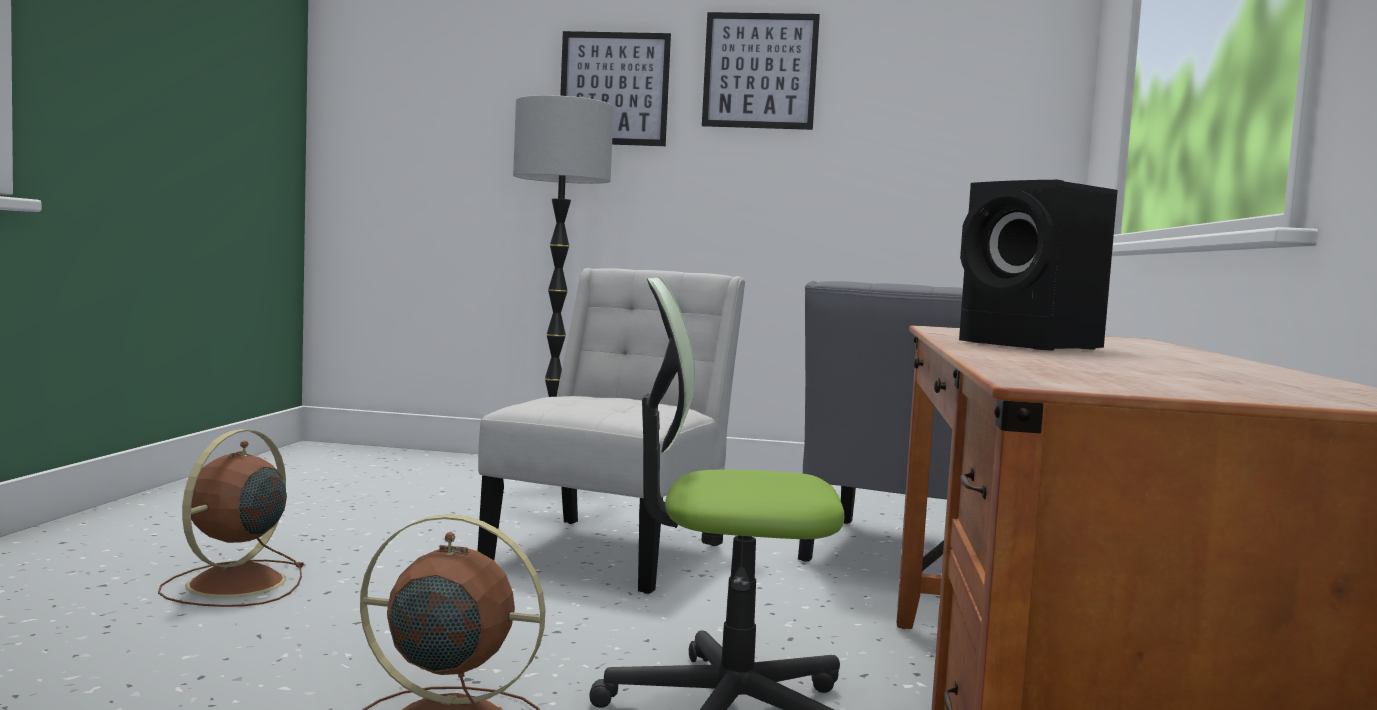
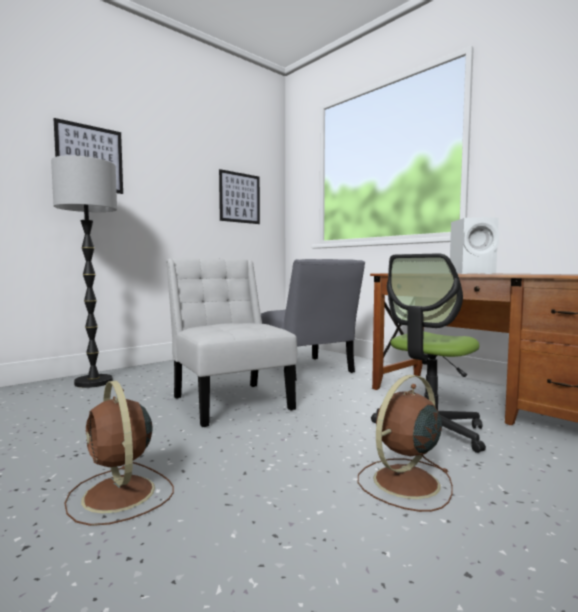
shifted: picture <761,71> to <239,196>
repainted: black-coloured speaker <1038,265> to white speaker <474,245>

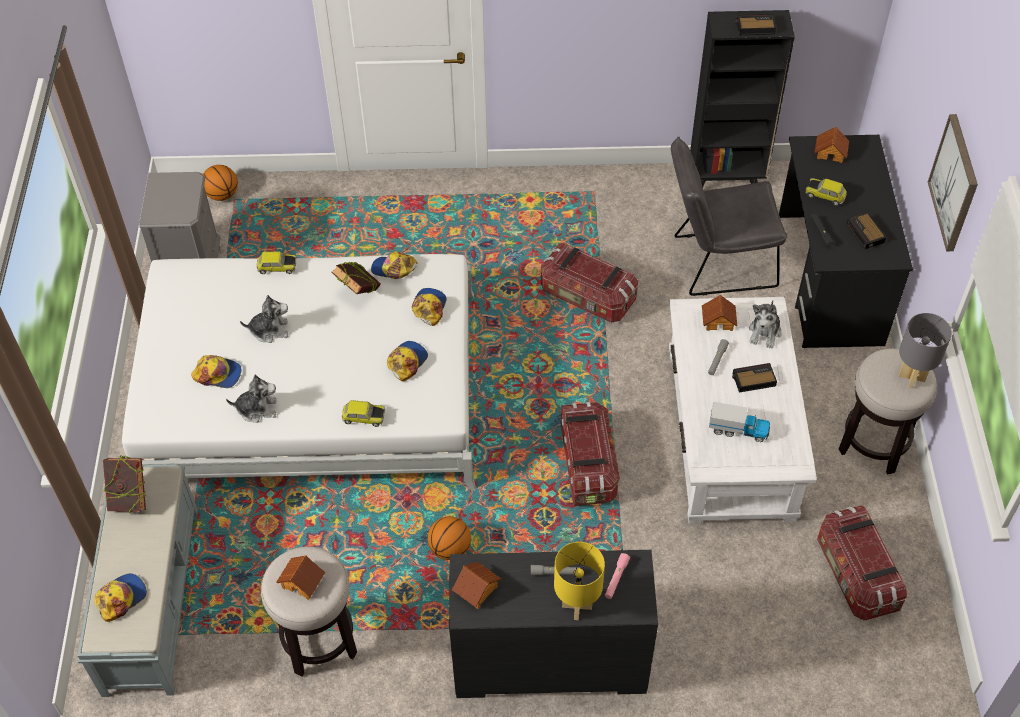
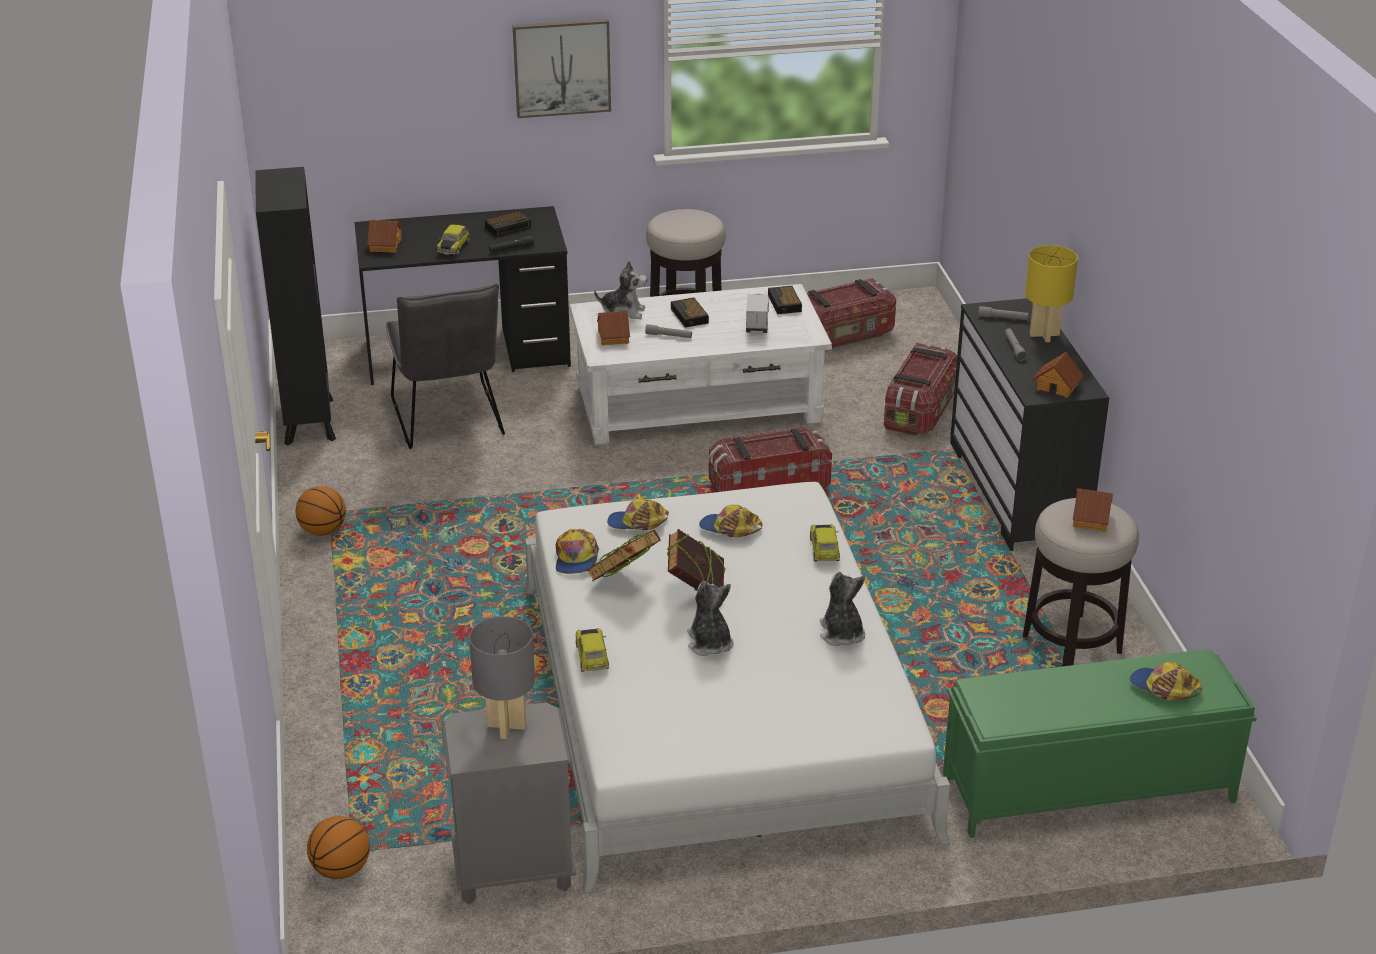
gone: peaked cap <216,371>
shifted: book <124,485> to <696,560>; ball for basketball <449,538> to <320,511>; storage box <589,283> to <920,389>; bedside clock <755,24> to <785,300>; greyish tabletop lamp <925,350> to <502,677>
repainted: greyish indoor bench <138,581> to green indoor bench <1100,743>; pink hand torch <617,576> to greyish hand torch <1003,313>

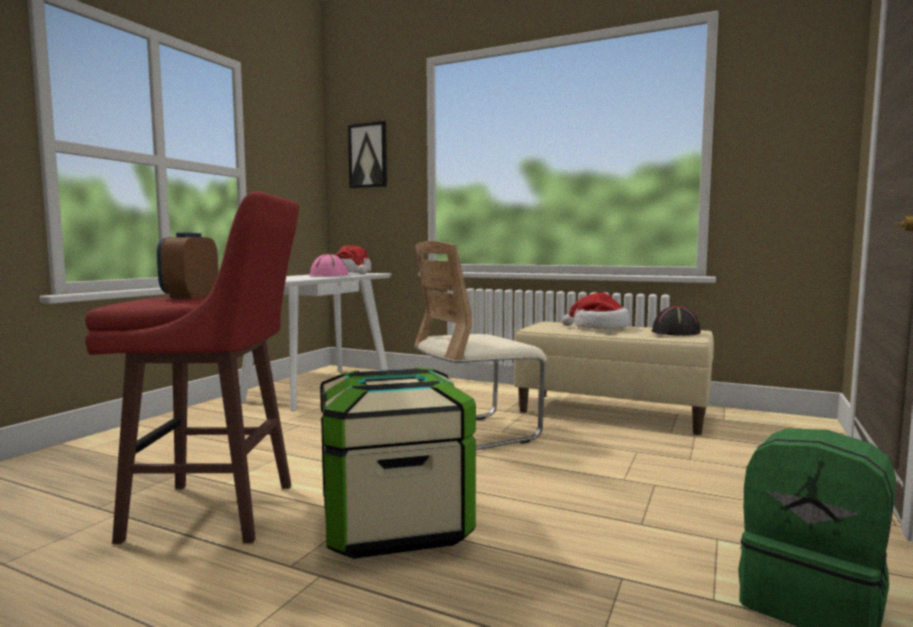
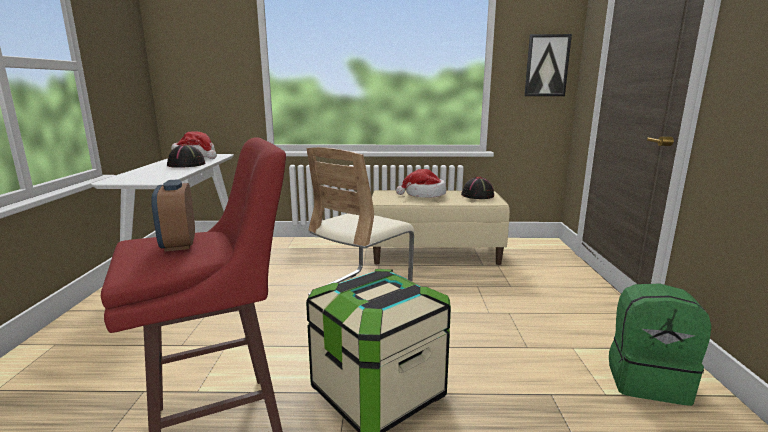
shifted: picture <367,155> to <548,65>
repainted: pink hat <329,264> to black-coloured hat <186,156>

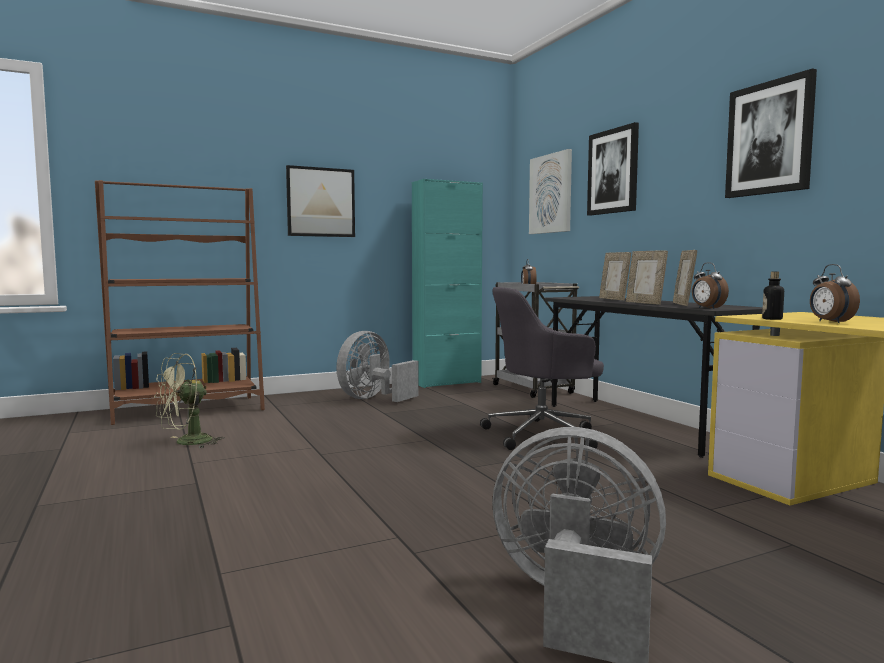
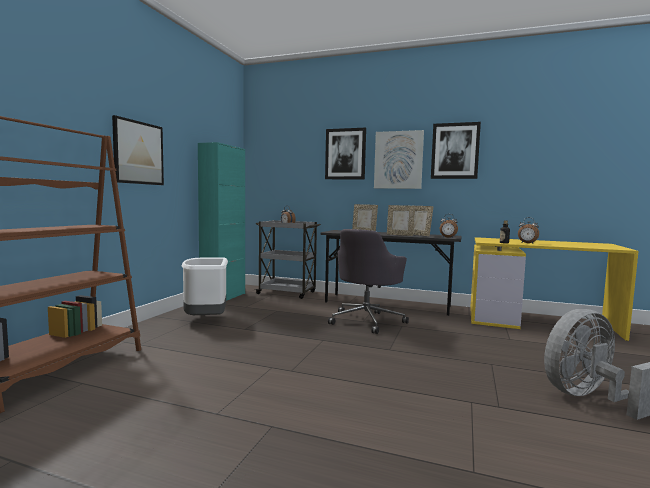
gone: green electric fan <189,400>
shifted: picture <550,191> to <399,159>
swapped: greyish electric fan <378,366> to white waste bin <205,286>

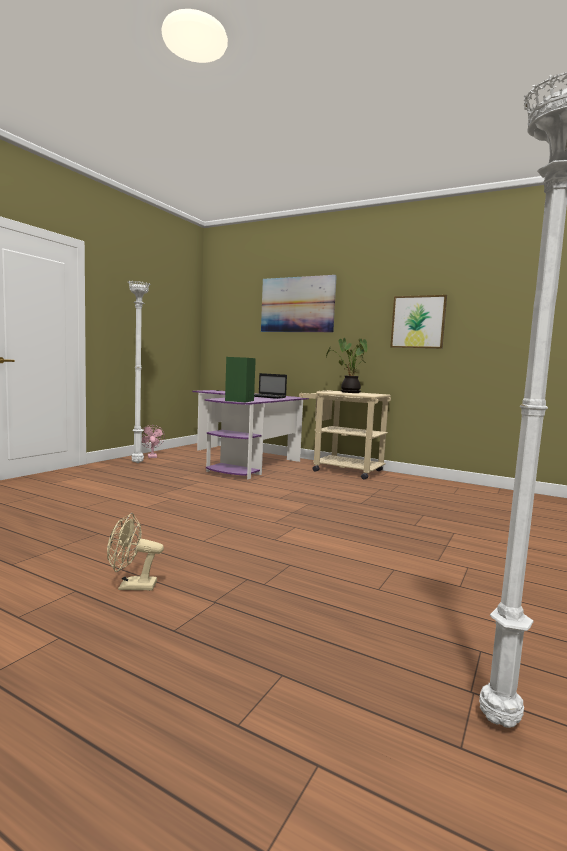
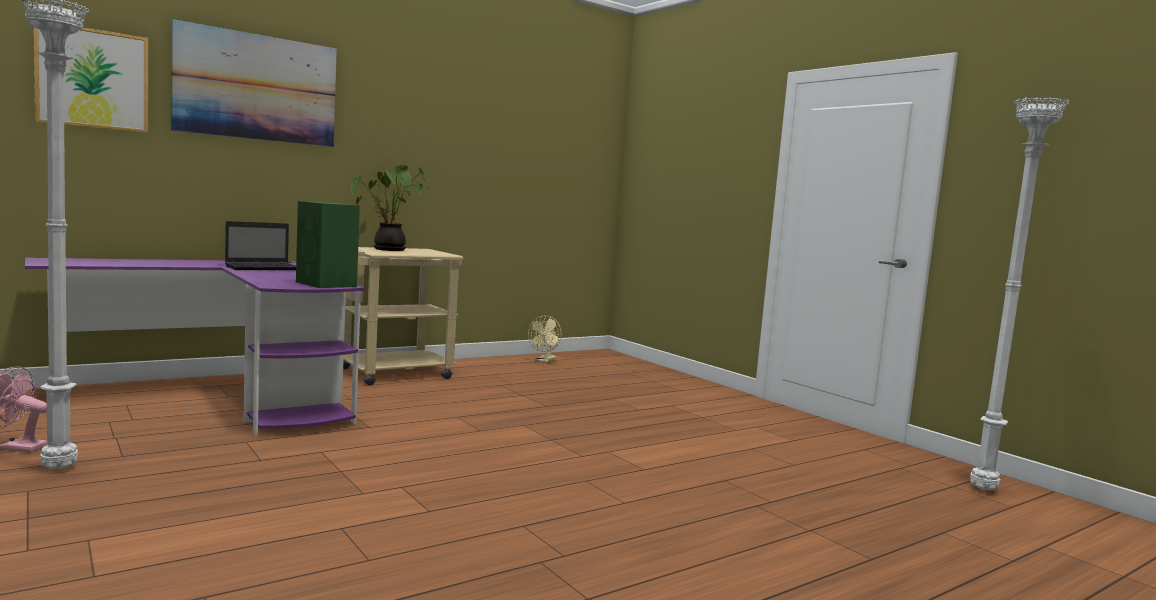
shifted: beige-coloured electric fan <135,552> to <545,339>; picture <418,322> to <91,80>

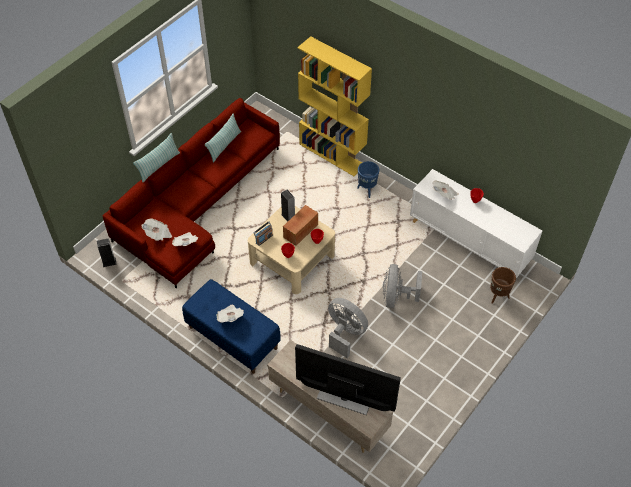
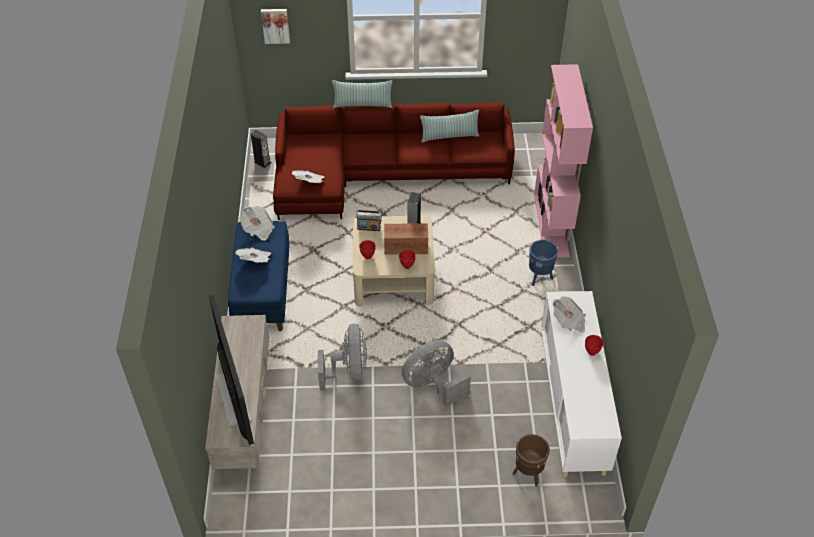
new: picture <275,26>
shifted: printed paper <156,229> to <257,223>
repainted: yellowish bookshelf <334,106> to pink bookshelf <563,161>

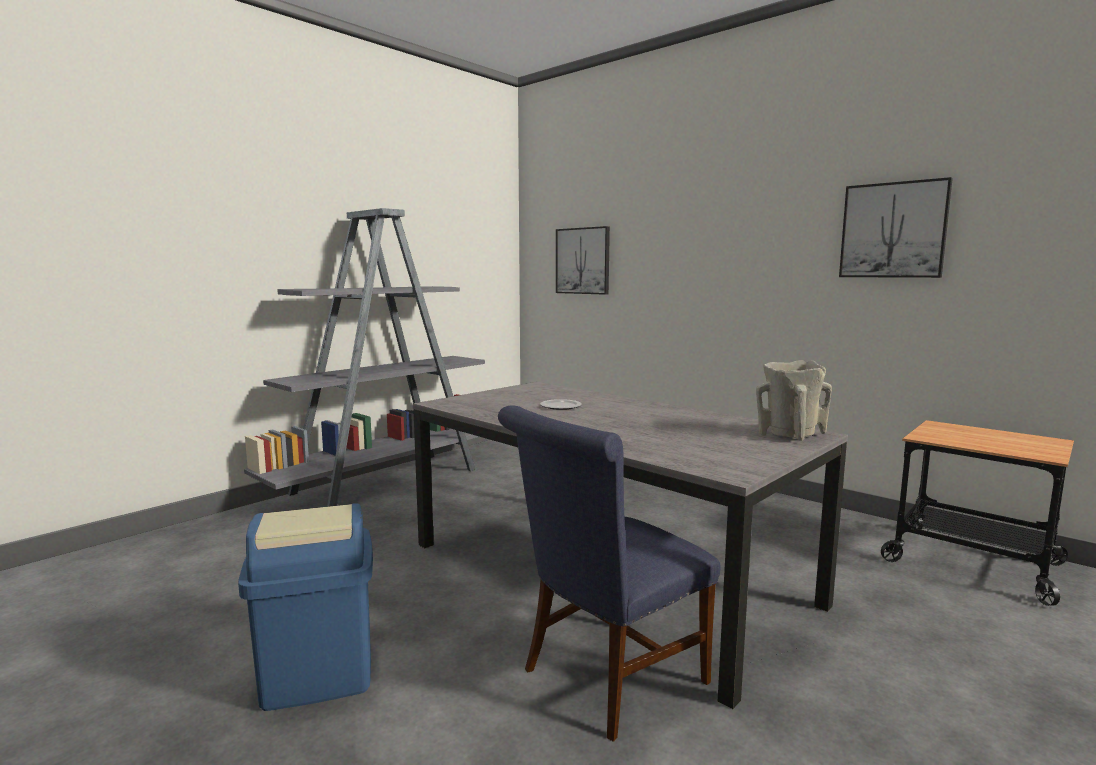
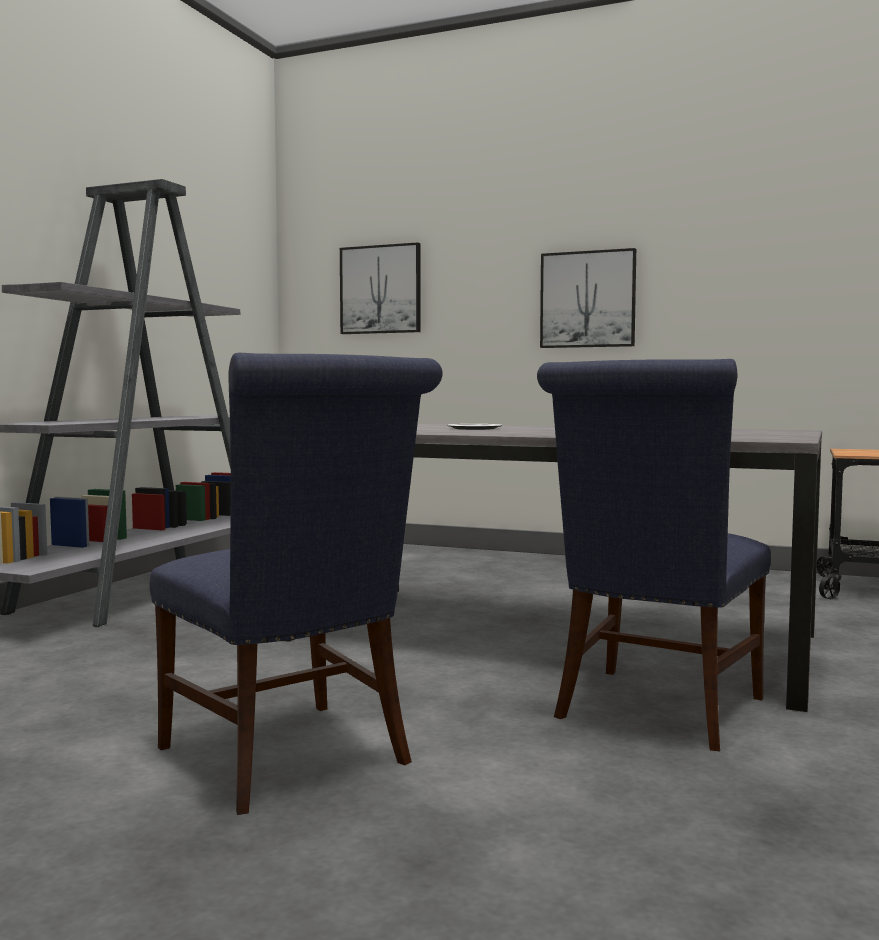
gone: beige-coloured decorative vase <794,400>
shifted: picture <896,227> to <588,298>
swapped: blue waste bin <305,607> to blue chair <296,584>

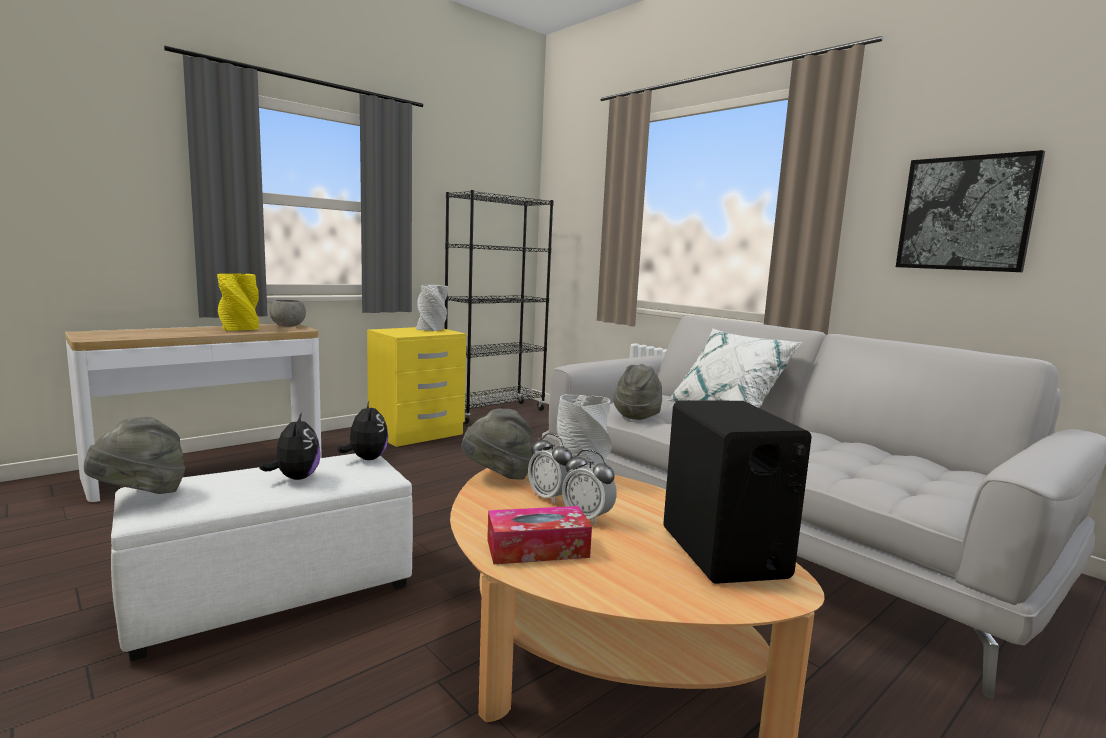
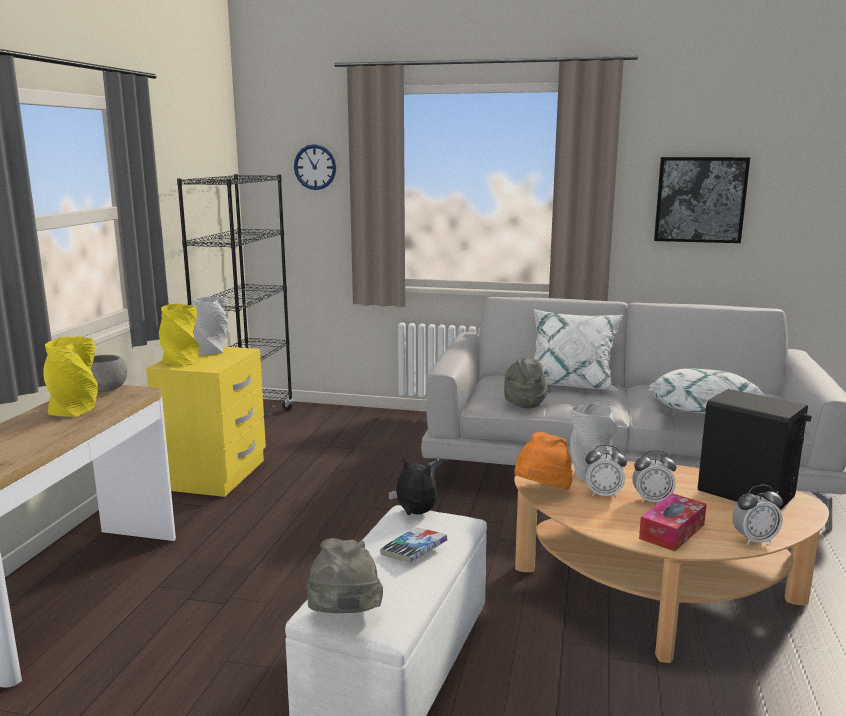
new: yellowish decorative vase <179,335>; hanging clock <315,167>; white throw pillow <707,391>; bedside clock <757,515>
swapped: plush toy <290,446> to book <413,545>
repainted: greyish hat <497,444> to orange hat <543,461>

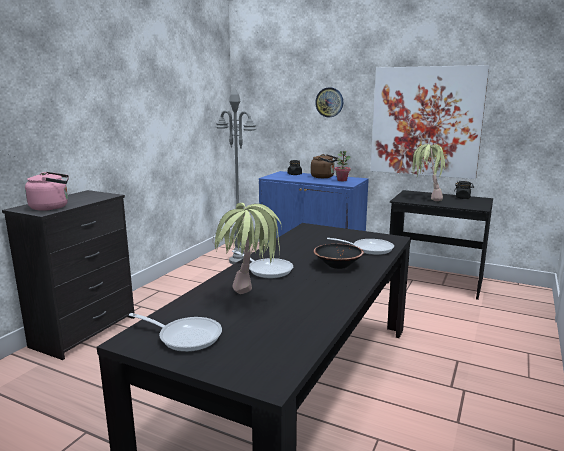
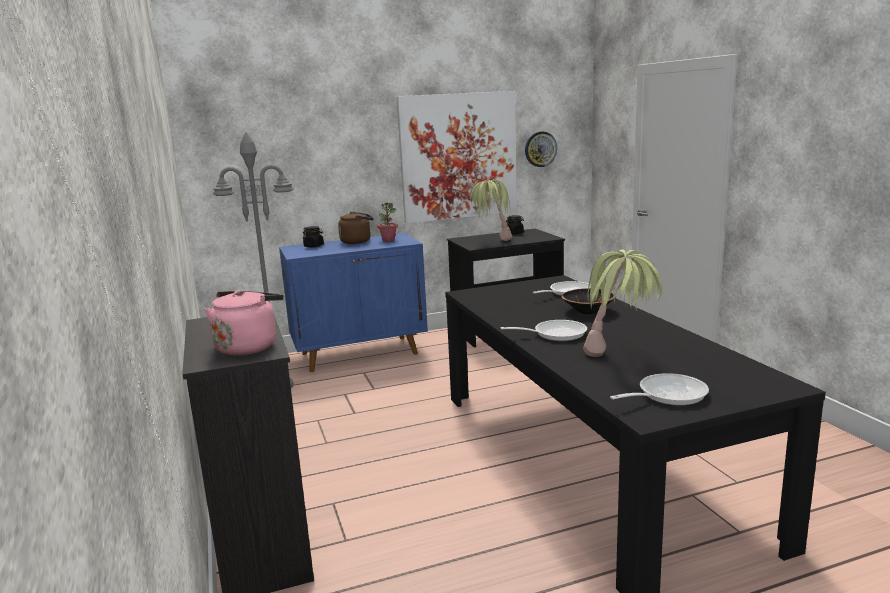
shifted: hanging clock <329,102> to <541,149>

